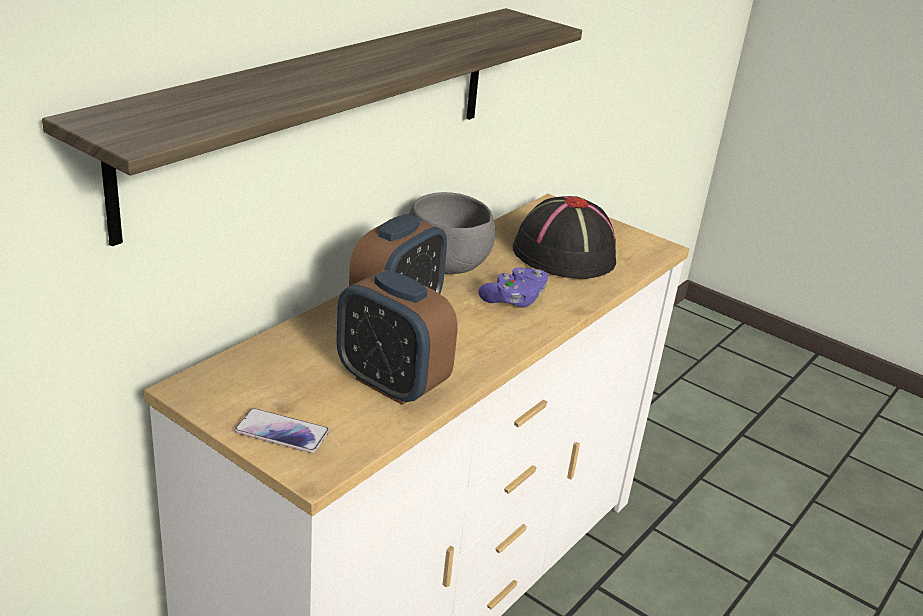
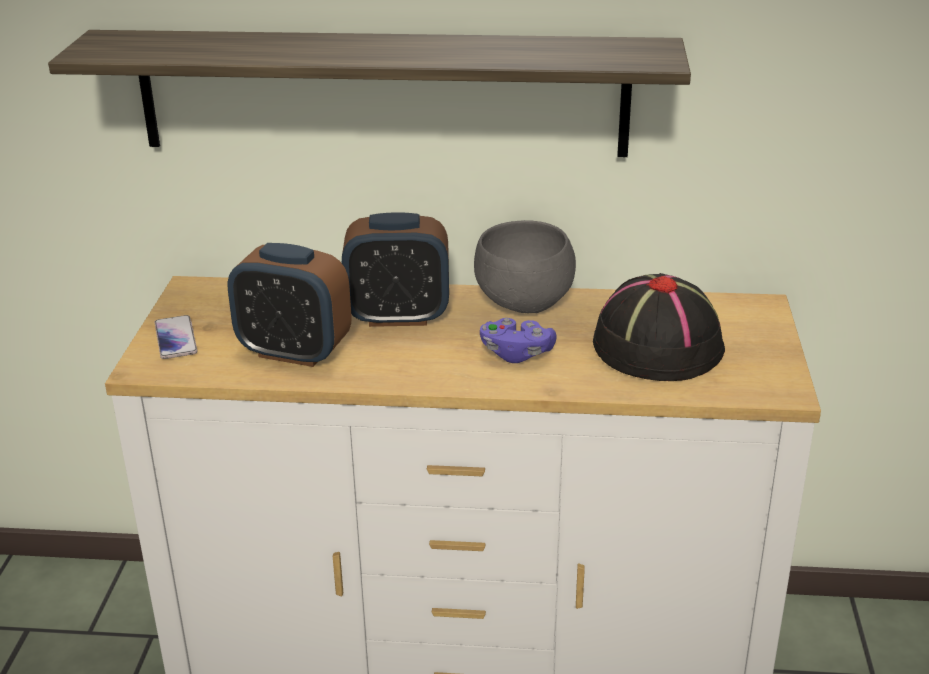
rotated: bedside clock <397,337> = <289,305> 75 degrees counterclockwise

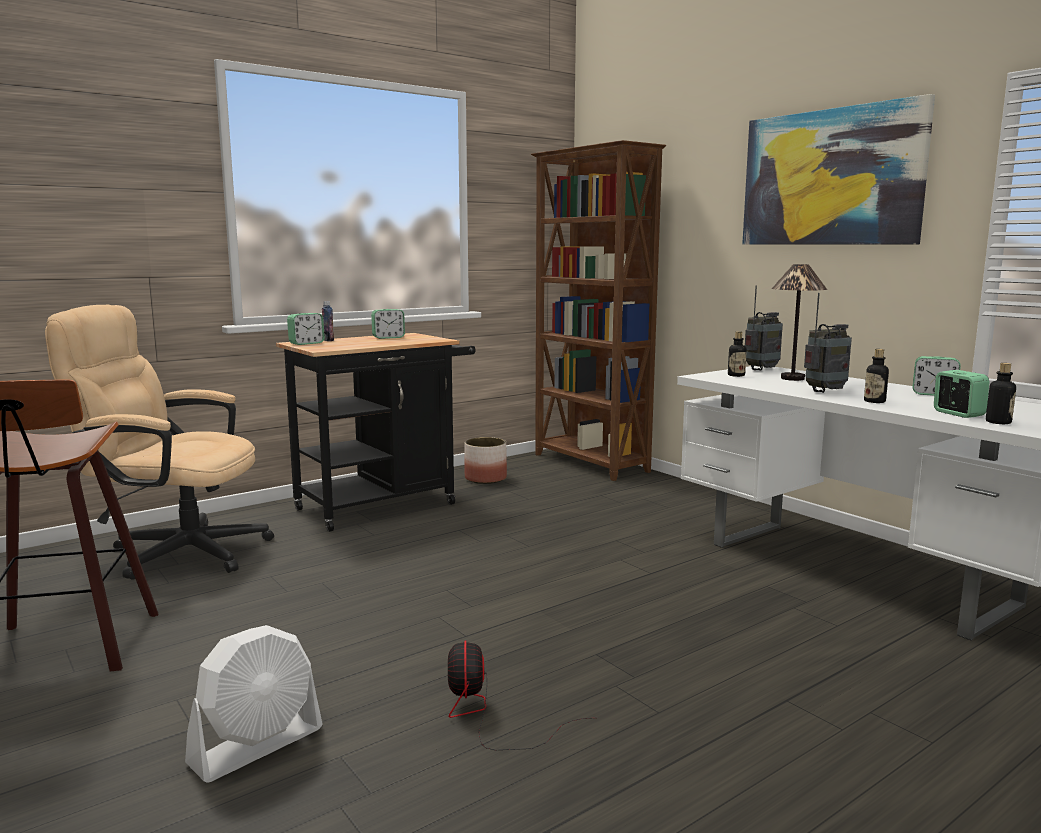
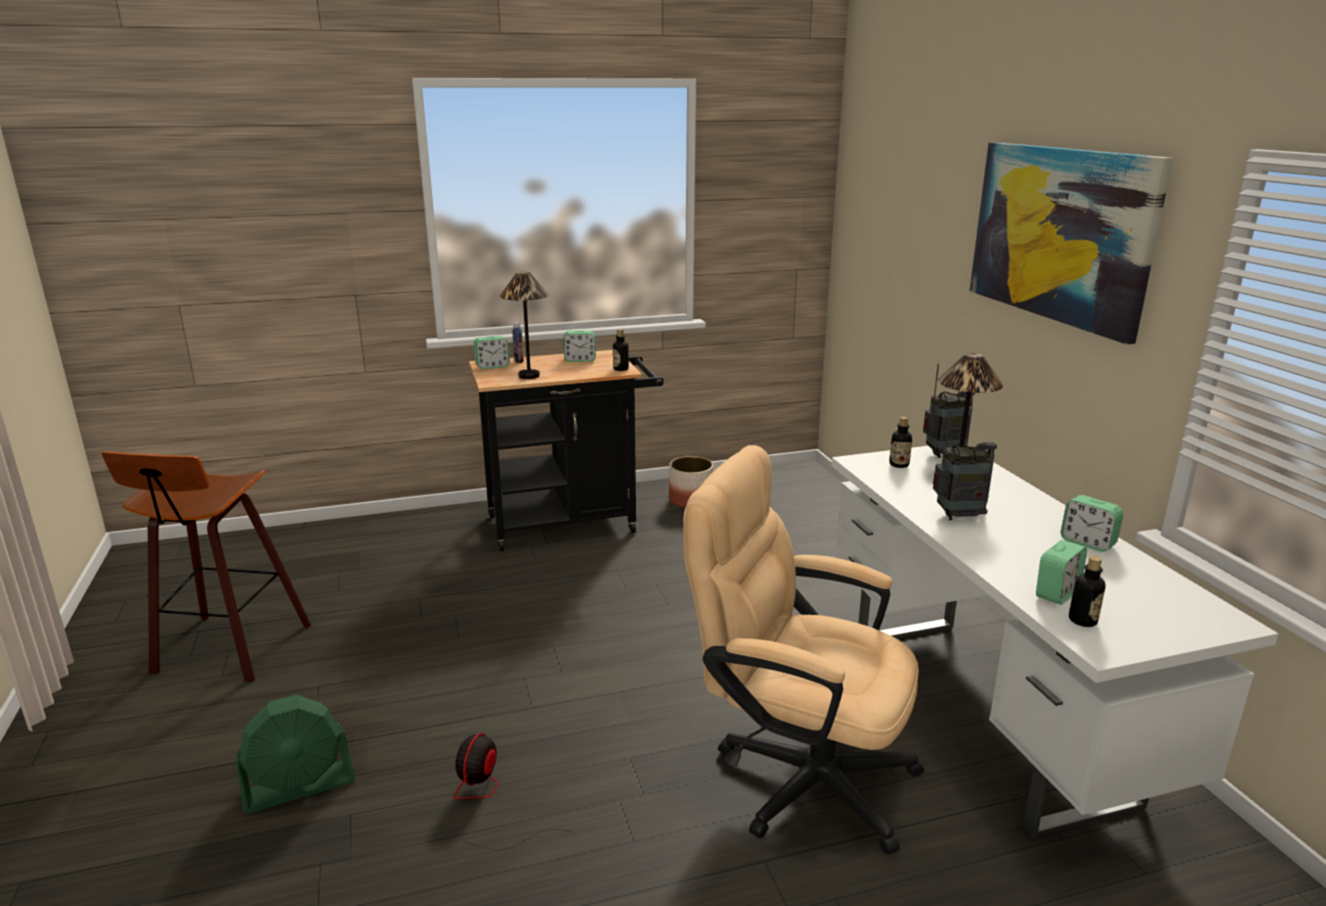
gone: brown-coloured bookshelf <598,310>
new: tabletop lamp <524,325>
shifted: beige-coloured computer chair <159,442> to <803,650>; drink bottle <876,376> to <621,350>
repainted: white electric fan <254,704> to green electric fan <296,754>
rotated: bedside clock <961,394> = <1061,572> 45 degrees clockwise

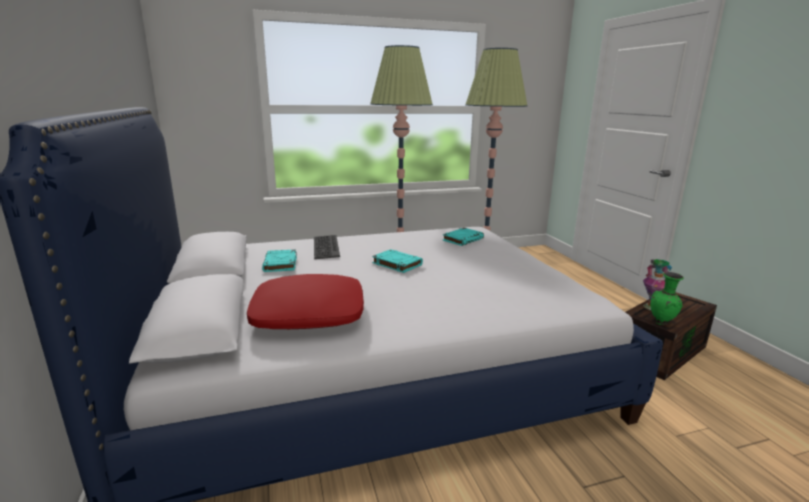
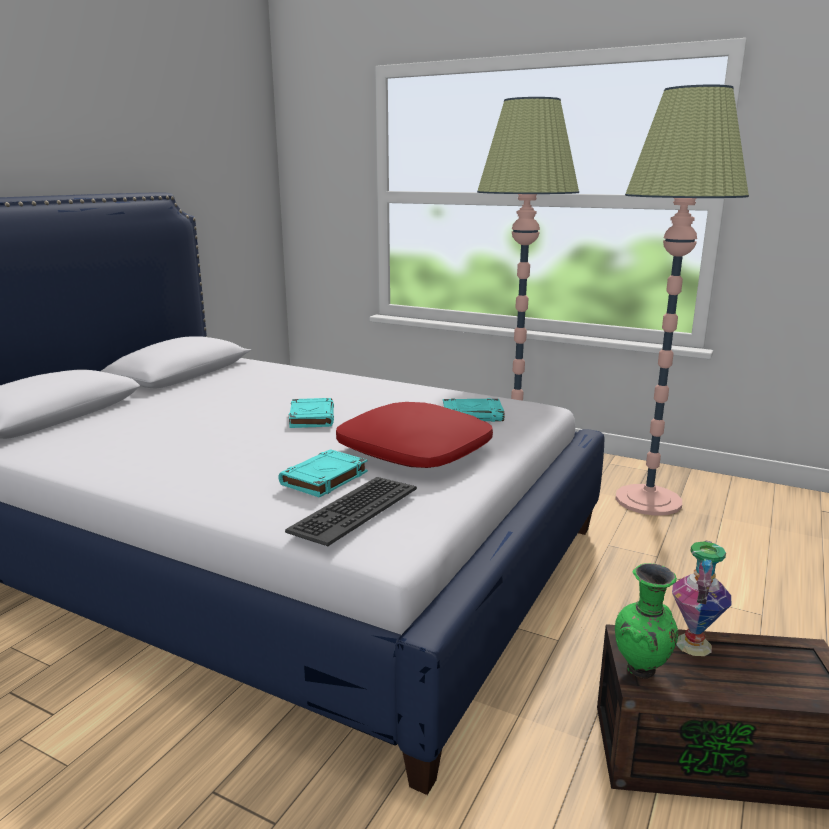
shifted: red-coloured throw pillow <305,301> to <414,435>; blue-green book <279,261> to <323,473>; computer keyboard <327,247> to <351,511>

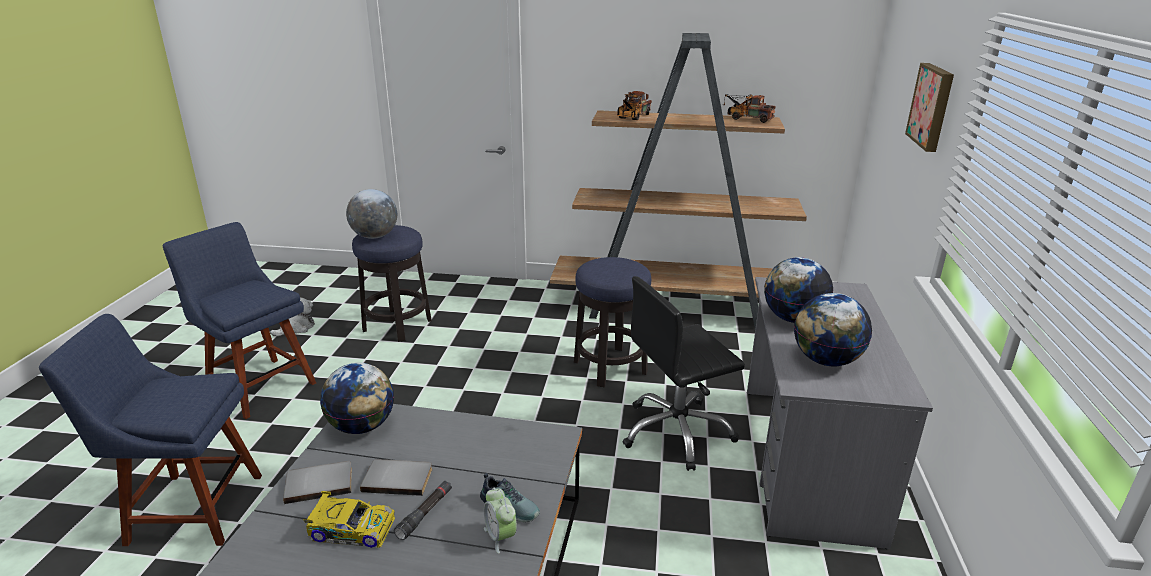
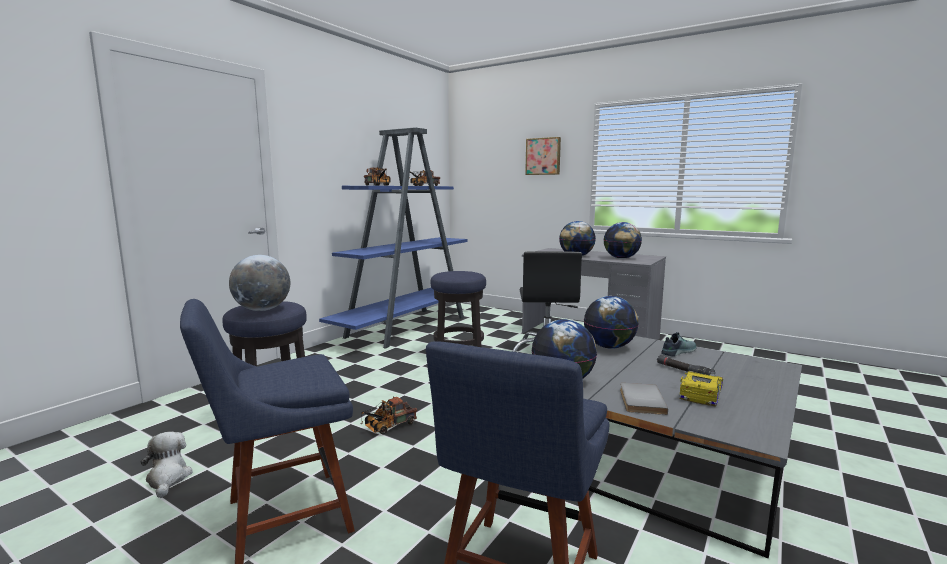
gone: greyish book <396,477>; bedside clock <500,521>
new: toy lorry <388,415>; globe <611,322>
repainted: brown-coloured bookshelf <678,181> to blue bookshelf <393,238>

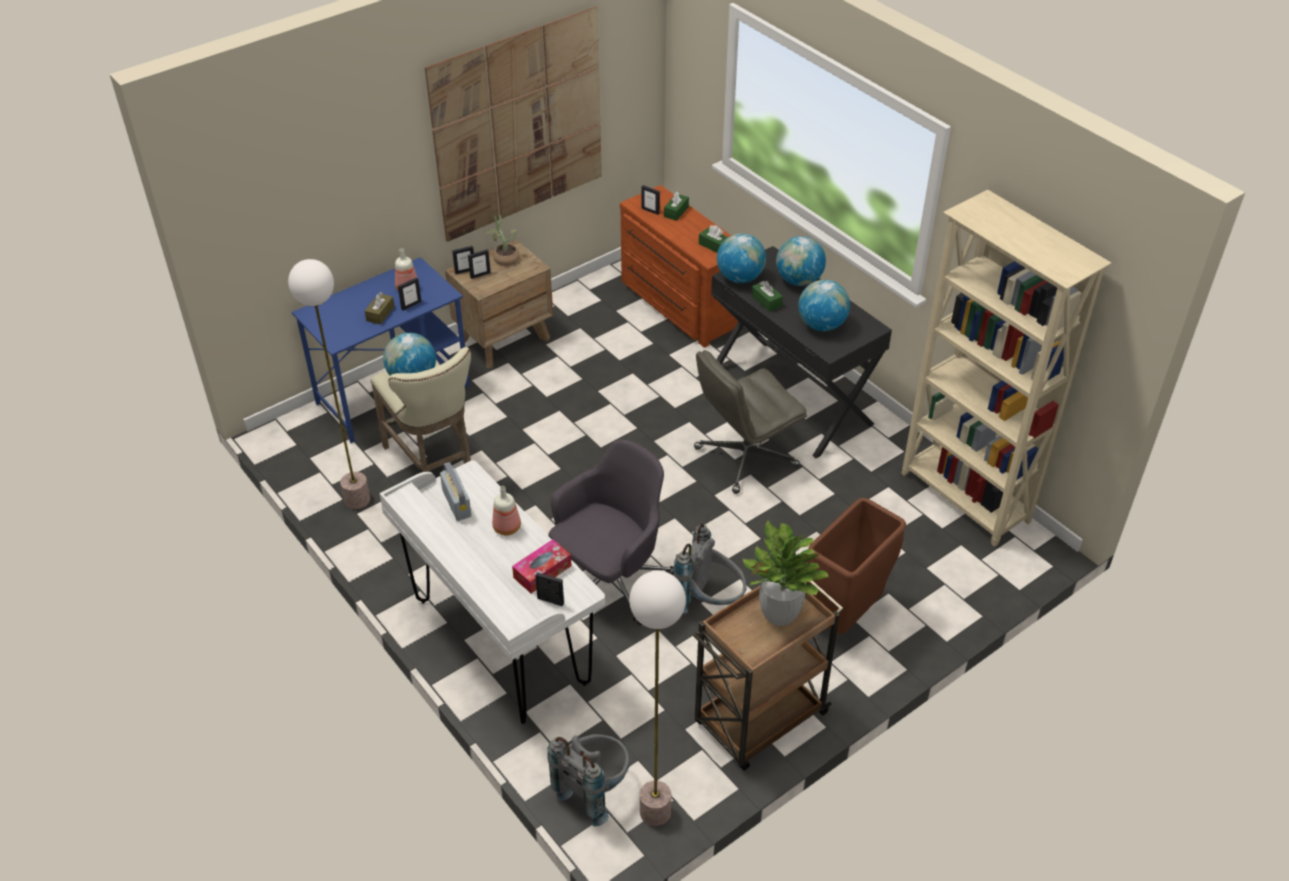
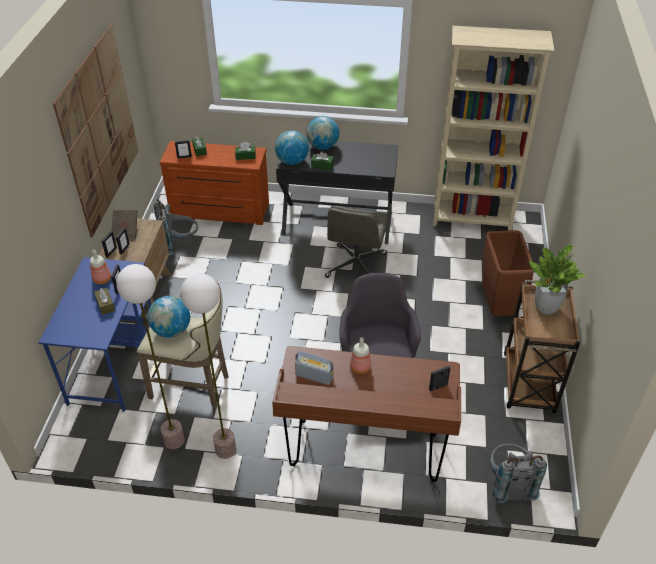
gone: tissue box <542,566>; globe <824,305>
shifted: standing lamp <657,698> to <208,366>; greyish backpack <710,568> to <176,227>
swapped: houseplant <502,240> to brown-coloured book <124,224>
repainted: white desk unit <492,592> to brown-coloured desk unit <366,414>

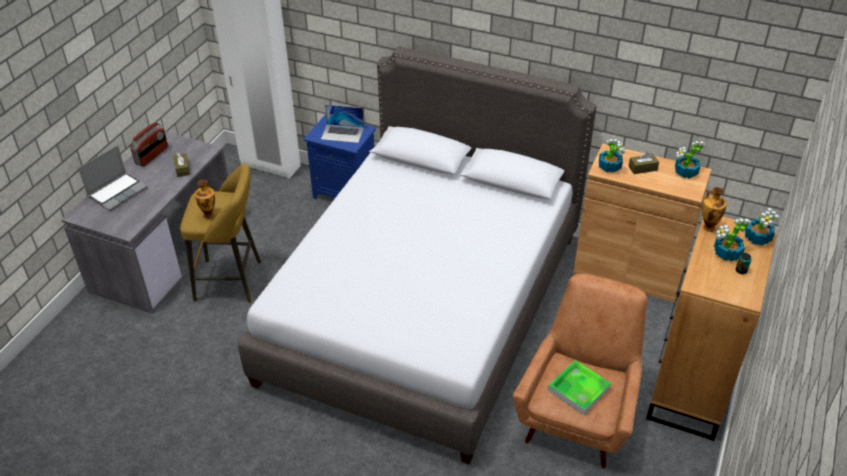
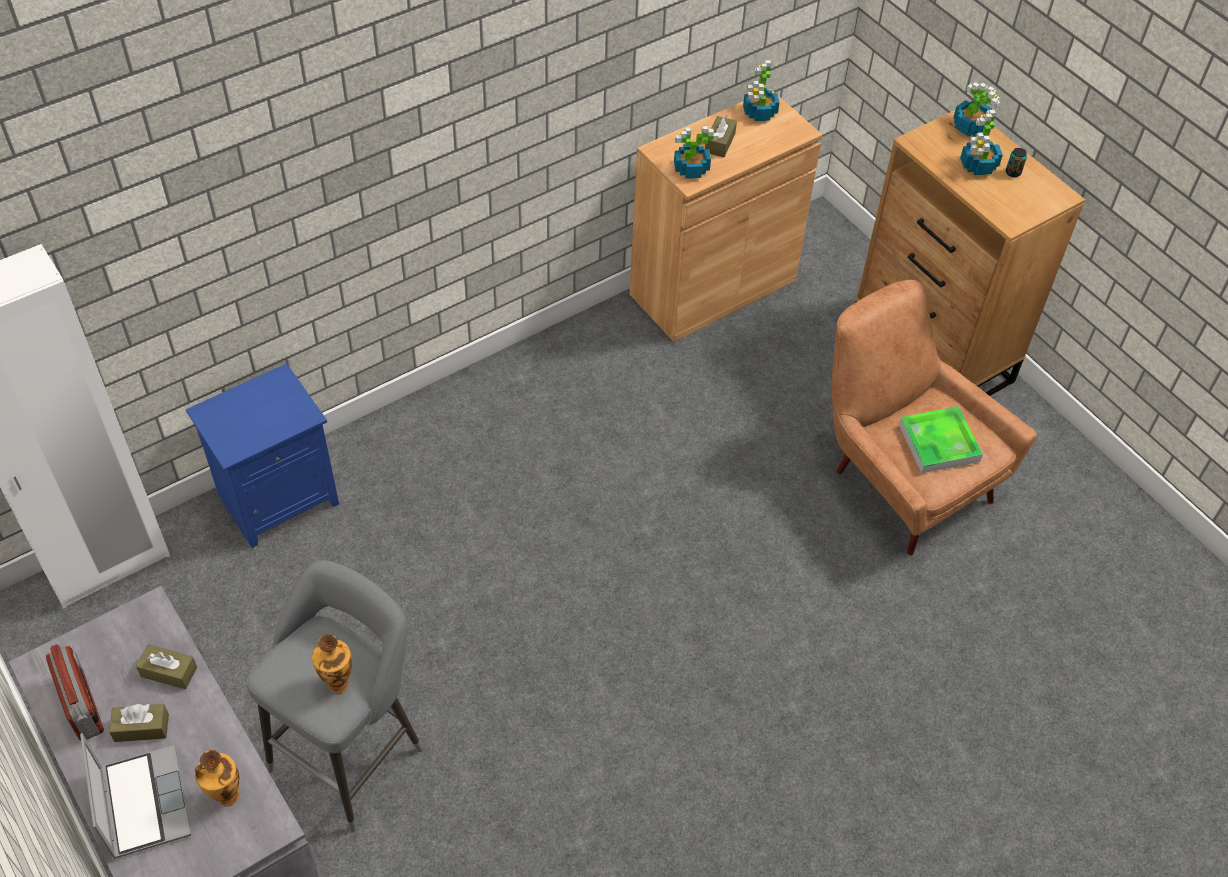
gone: greyish sleeping bed <417,256>; laptop <342,124>
new: brown-coloured tissue box <139,723>
shifted: decorative vase <714,209> to <217,778>
repainted: yellowish sitting stool <220,233> to greyish sitting stool <335,696>

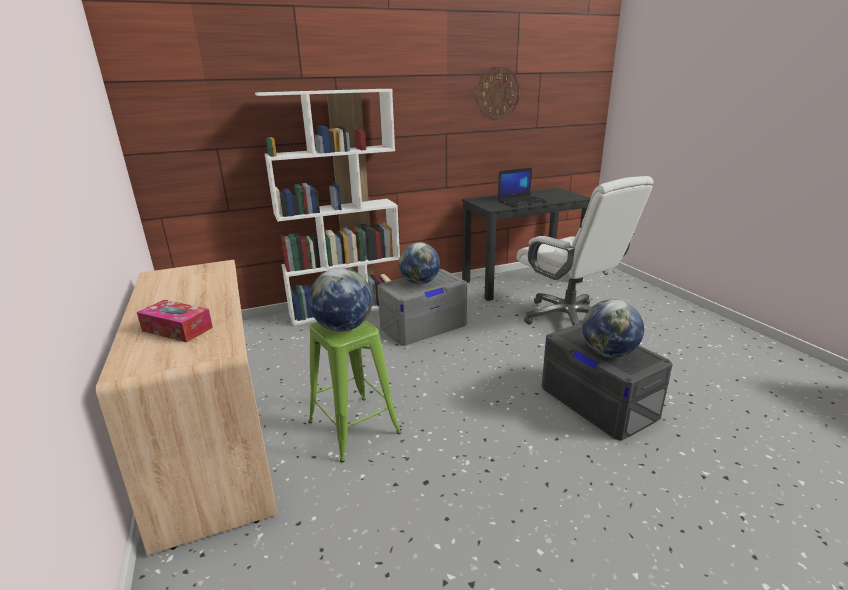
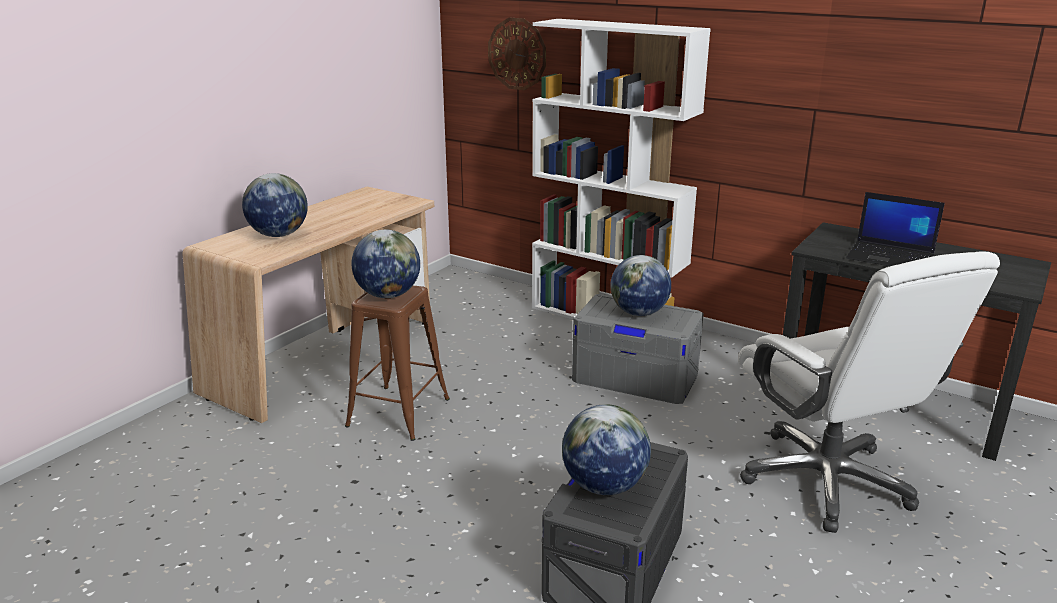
shifted: hanging clock <498,93> to <517,54>
swapped: tissue box <175,321> to globe <275,205>
repainted: green sitting stool <354,391> to brown-coloured sitting stool <397,363>
rotated: white computer chair <585,250> = <869,392> 45 degrees counterclockwise

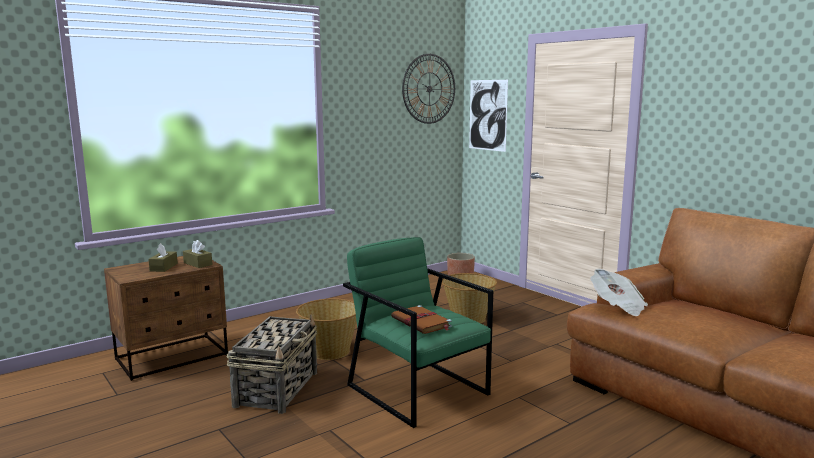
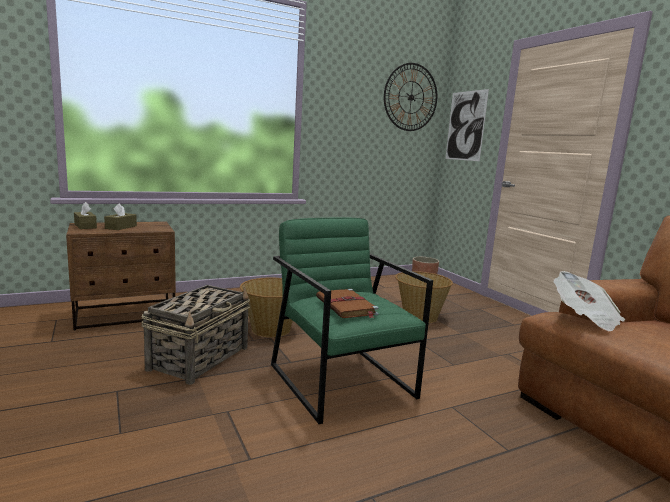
shifted: brown-coloured tissue box <197,254> to <85,215>

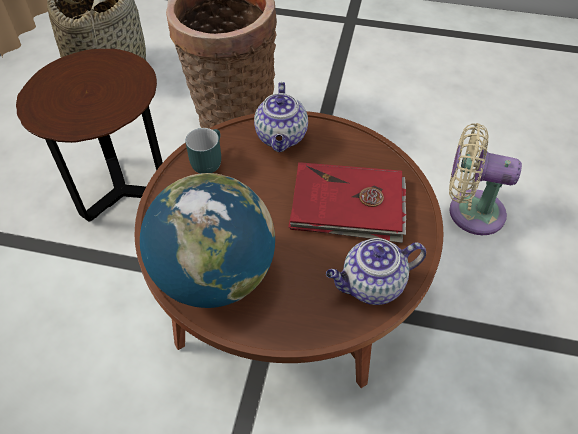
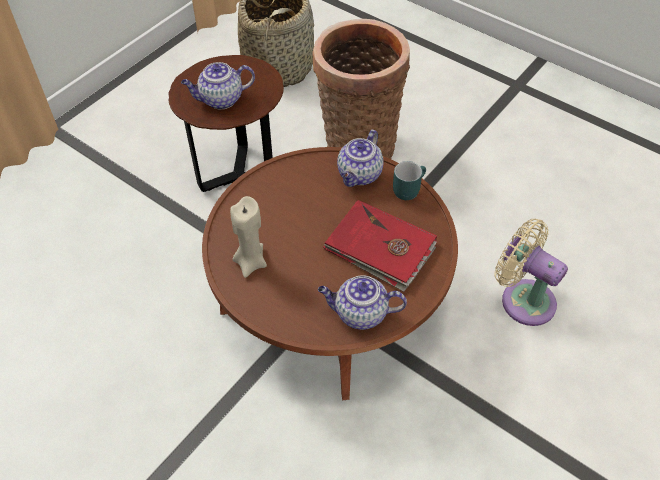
new: teapot <218,86>
shifted: blue-green tea mug <203,151> to <409,180>
swapped: globe <207,240> to beige-coloured wax candle <248,237>

